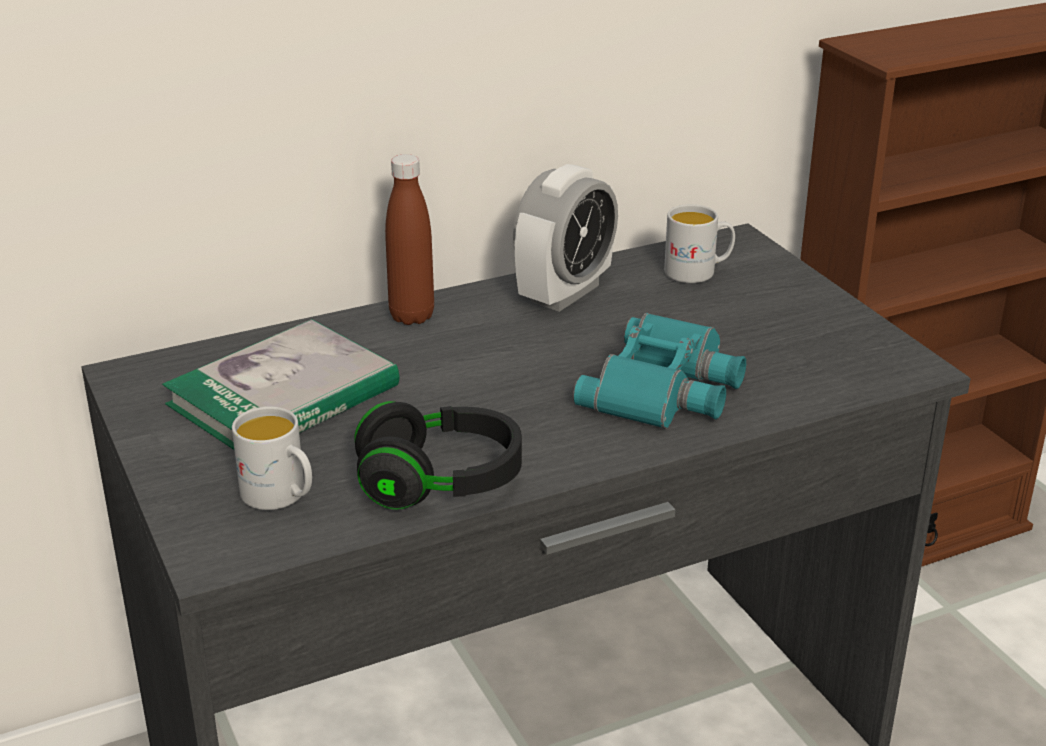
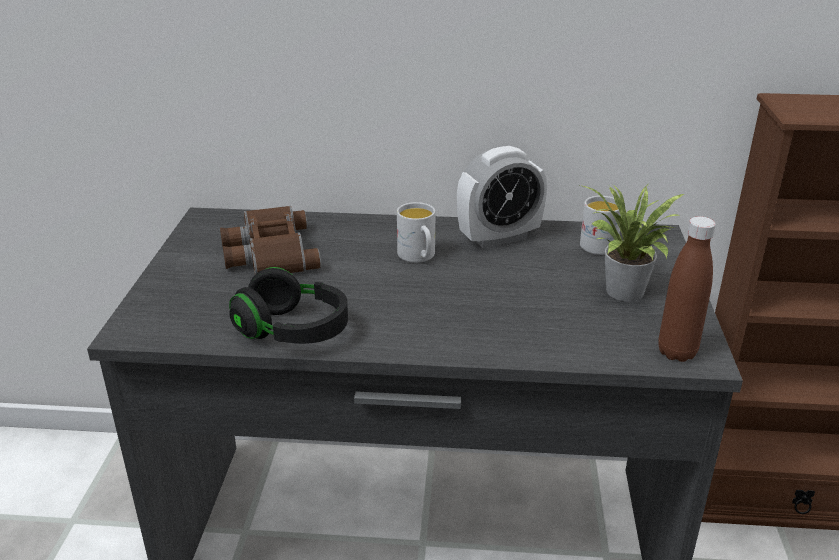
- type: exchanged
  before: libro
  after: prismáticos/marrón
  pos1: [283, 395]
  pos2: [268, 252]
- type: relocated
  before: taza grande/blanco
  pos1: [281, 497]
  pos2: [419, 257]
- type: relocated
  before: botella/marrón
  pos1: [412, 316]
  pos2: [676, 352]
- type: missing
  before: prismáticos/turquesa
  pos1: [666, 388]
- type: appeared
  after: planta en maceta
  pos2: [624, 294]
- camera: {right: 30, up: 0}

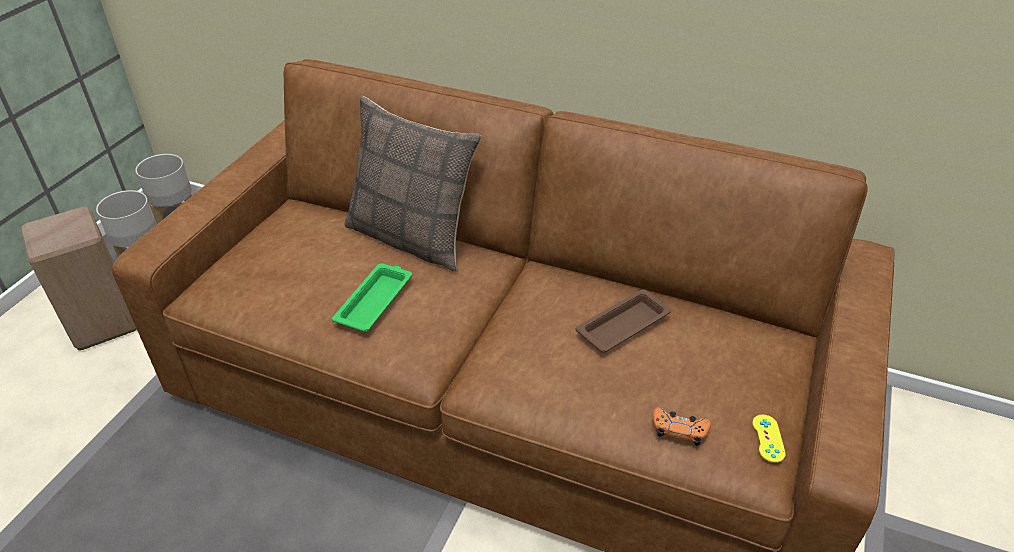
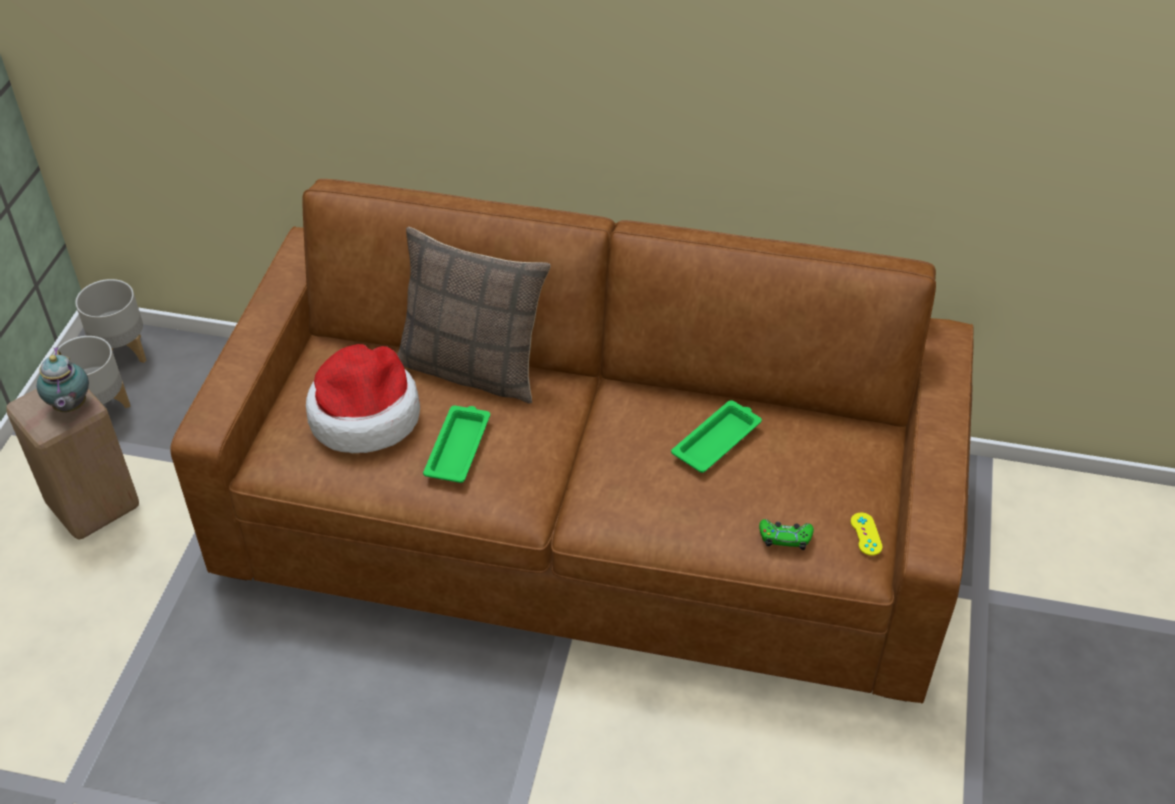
- type: colour
  before: bandeja/marrón
  after: bandeja/verde
  pos1: [624, 325]
  pos2: [717, 440]
- type: colour
  before: mando de consola/naranja
  after: mando de consola/verde
  pos1: [679, 429]
  pos2: [785, 537]
- type: appeared
  after: tetera
  pos2: [70, 407]
- type: appeared
  after: sombrero
  pos2: [364, 415]
- camera: {right: -10, up: 5}

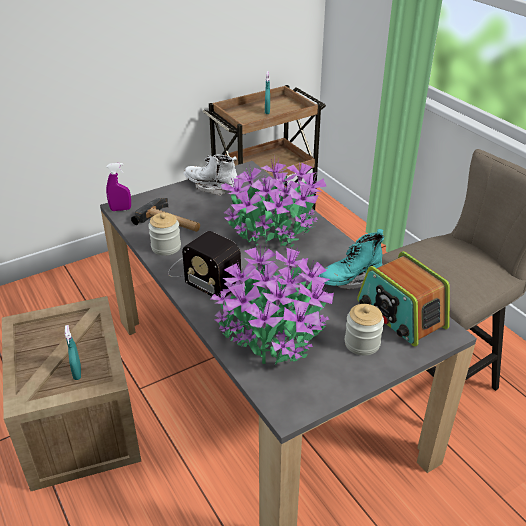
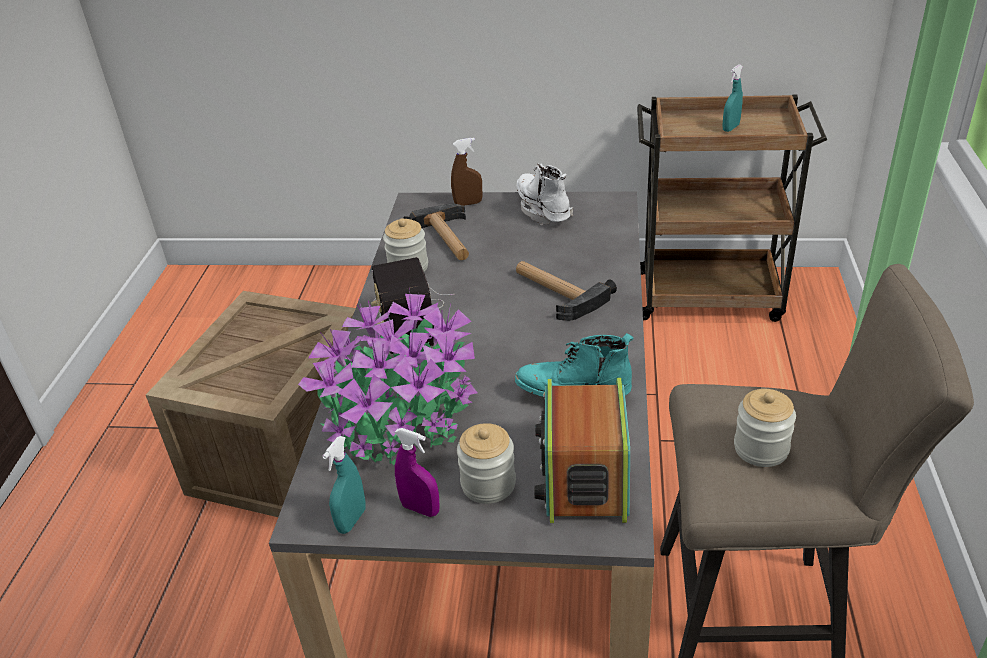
- type: relocated
  before: pulverizador/turquesa
  pos1: [77, 372]
  pos2: [351, 520]
- type: relocated
  before: pulverizador/morado
  pos1: [121, 209]
  pos2: [420, 509]
- type: exchanged
  before: planta en maceta
  after: martillo
  pos1: [274, 229]
  pos2: [556, 292]
- type: appeared
  after: pulverizador/marrón
  pos2: [468, 203]
- type: appeared
  after: tarro
  pos2: [761, 449]
- camera: {right: 40, up: 0}

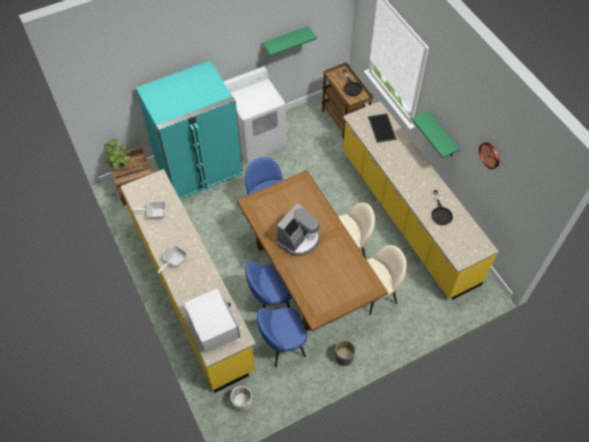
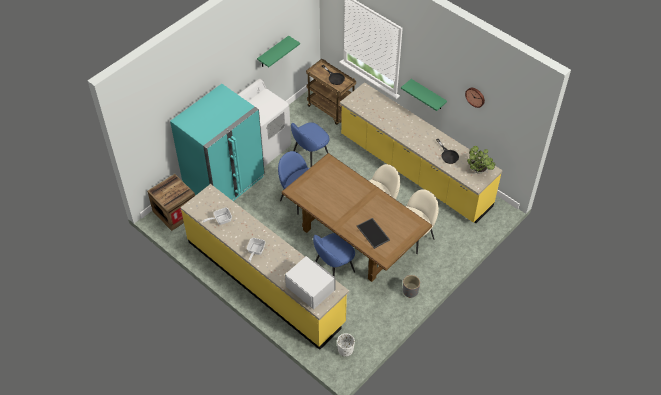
- type: relocated
  before: planta en maceta
  pos1: [120, 167]
  pos2: [479, 171]
- type: relocated
  before: silla/azul
  pos1: [282, 345]
  pos2: [310, 155]
- type: missing
  before: cafetera
  pos1: [299, 239]
- type: relocated
  before: bandeja
  pos1: [382, 128]
  pos2: [373, 233]
- camera: {right: -20, up: -5}

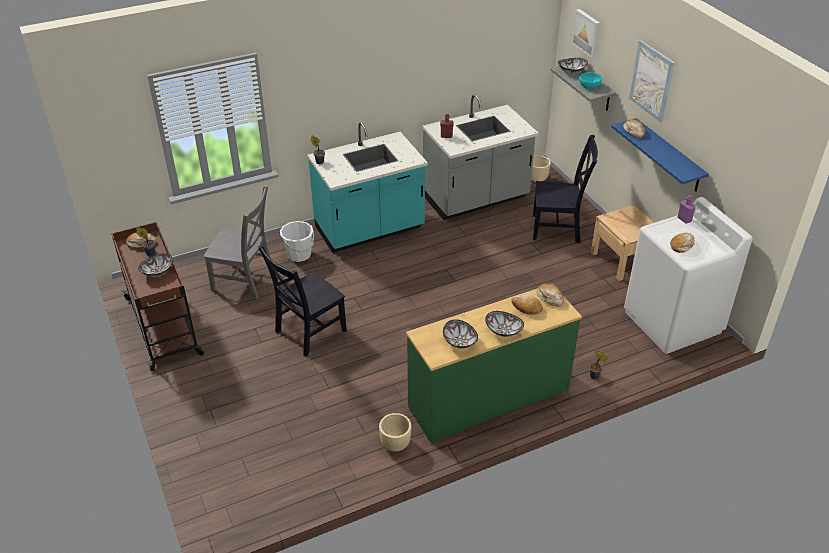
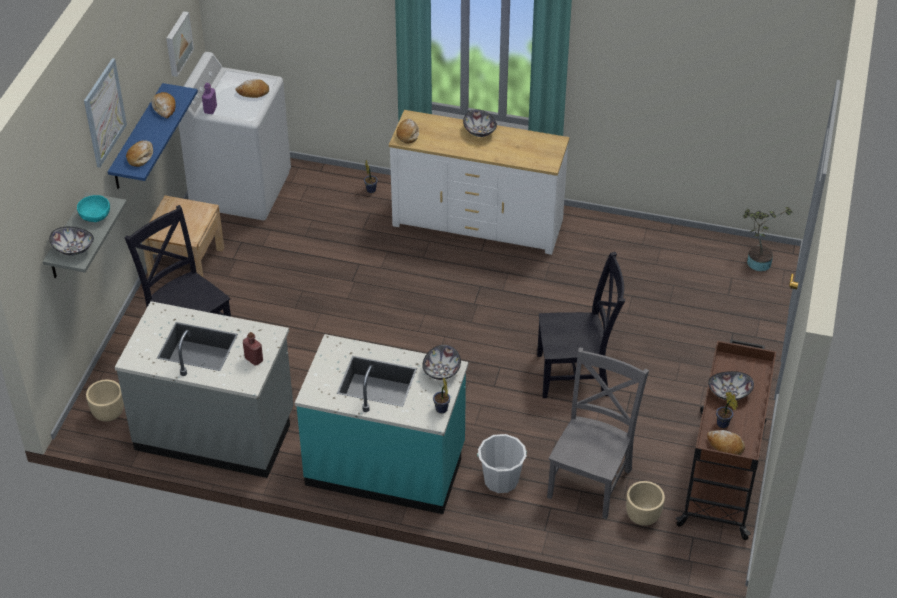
- type: spun
  before: silla/gris
  pos1: [245, 281]
  pos2: [591, 480]
  turn: 60
- type: relocated
  before: maceta/beis
  pos1: [395, 444]
  pos2: [643, 516]
- type: colour
  before: cómoda/verde
  after: cómoda/blanco
  pos1: [489, 399]
  pos2: [478, 223]
- type: relocated
  before: cuenco
  pos1: [459, 342]
  pos2: [442, 371]
- type: relocated
  before: pan
  pos1: [526, 308]
  pos2: [164, 108]
- type: relocated
  before: cuadro
  pos1: [587, 32]
  pos2: [177, 43]
- type: appeared
  after: planta en maceta
  pos2: [756, 261]
- camera: {right: -140, up: 5}

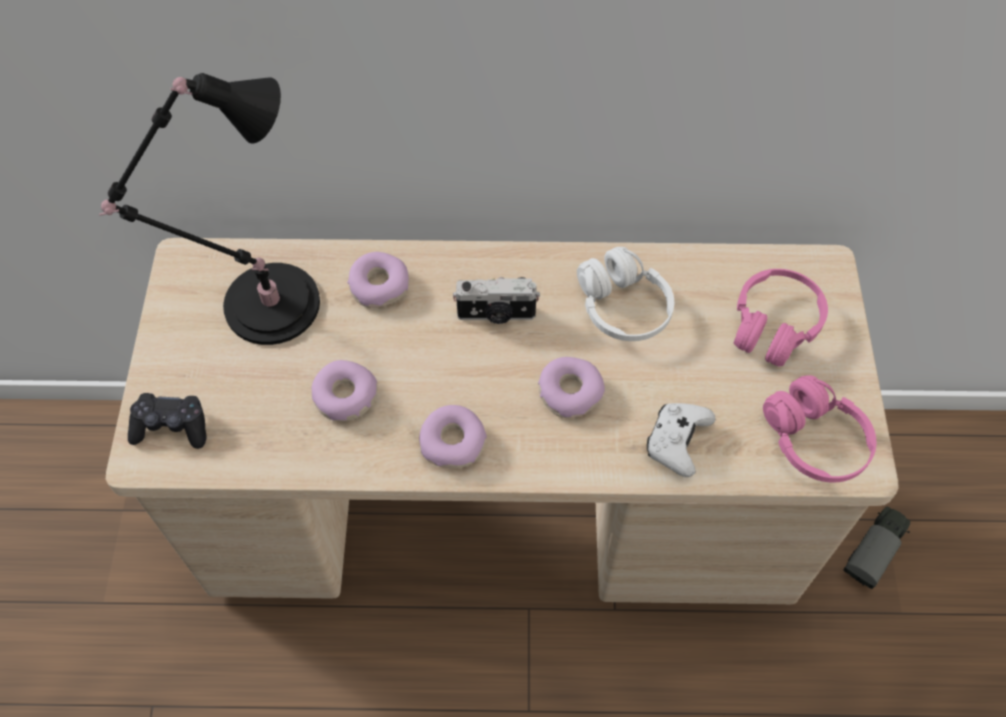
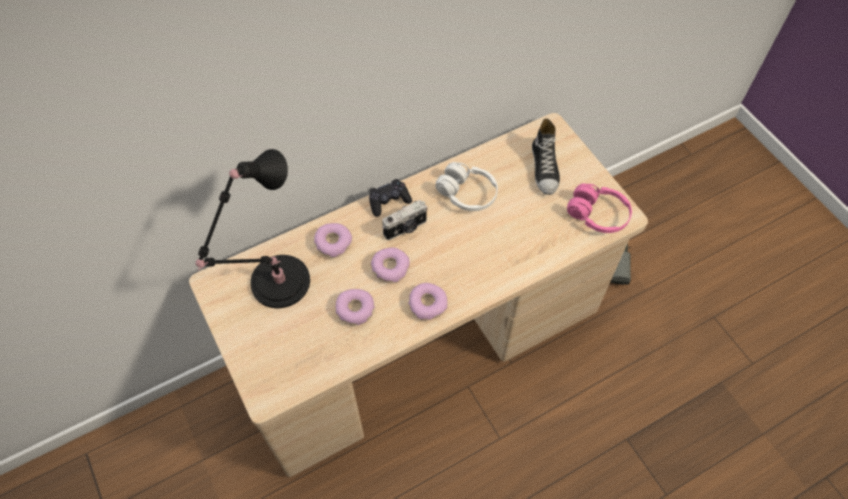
- type: relocated
  before: mando de consola/negro
  pos1: [171, 426]
  pos2: [389, 201]
- type: relocated
  before: rosquilla
  pos1: [570, 392]
  pos2: [390, 268]
- type: missing
  before: mando de consola/blanco
  pos1: [676, 442]
- type: exchanged
  before: auriculares/rosa
  after: zapato
  pos1: [774, 325]
  pos2: [545, 168]
- camera: {right: -30, up: 0}

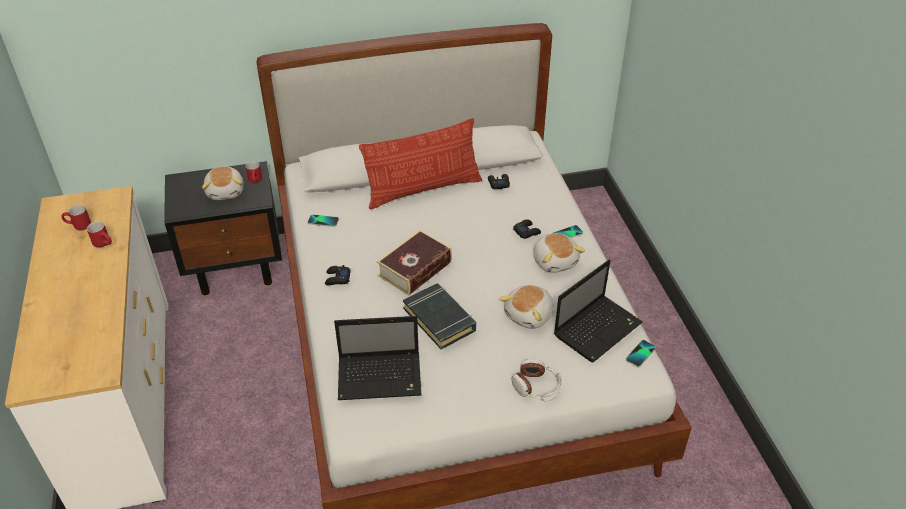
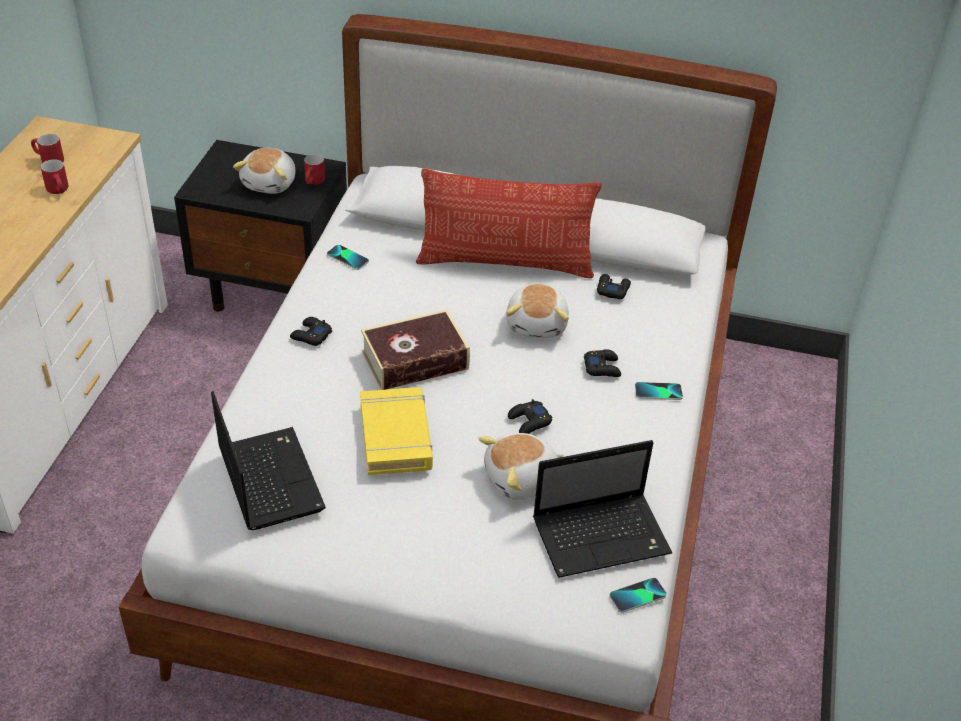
- type: spun
  before: portátil
  pos1: [381, 377]
  pos2: [268, 478]
  turn: -135
- type: colour
  before: libro/negro
  after: libro/amarillo
  pos1: [440, 319]
  pos2: [396, 436]
- type: missing
  before: auriculares
  pos1: [536, 387]
- type: relocated
  before: peluche
  pos1: [555, 261]
  pos2: [538, 324]
- type: appeared
  after: mando de consola/negro
  pos2: [529, 421]
- camera: {right: 25, up: 0}

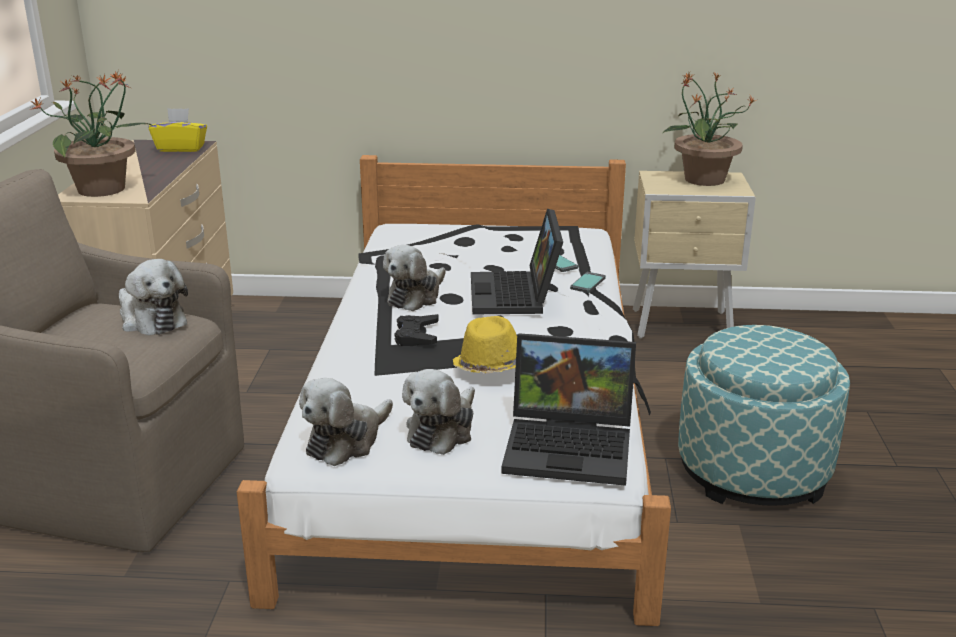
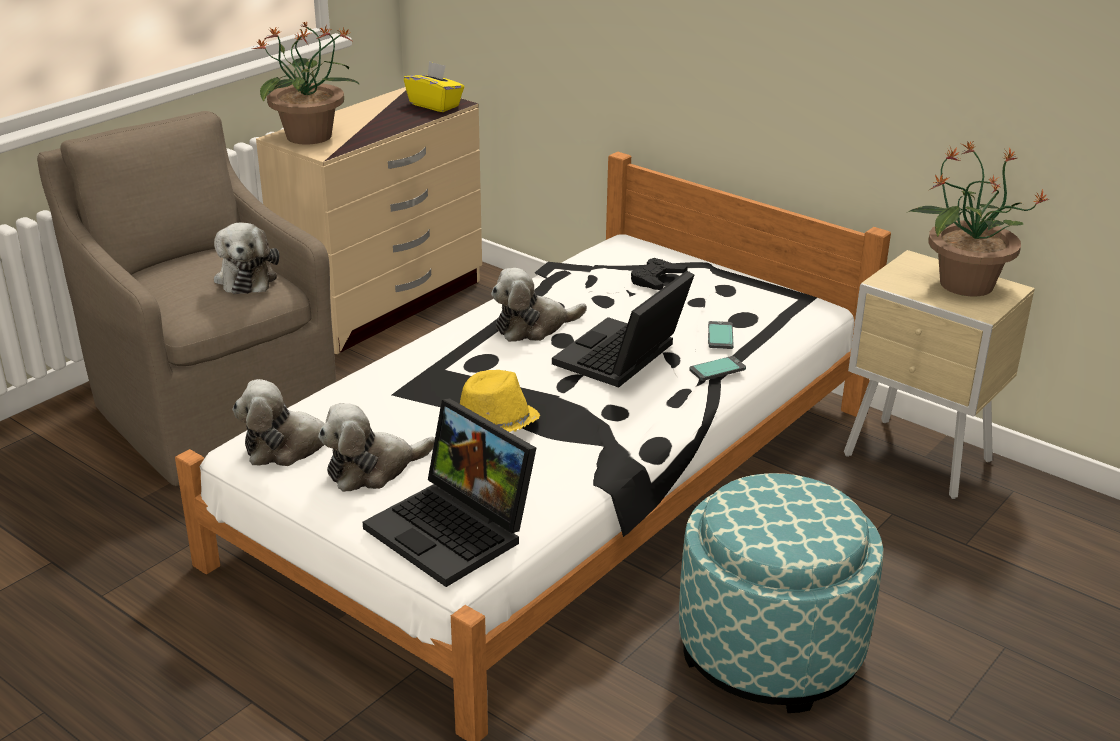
- type: relocated
  before: mando de consola/negro
  pos1: [416, 335]
  pos2: [656, 279]
- camera: {right: 35, up: 5}

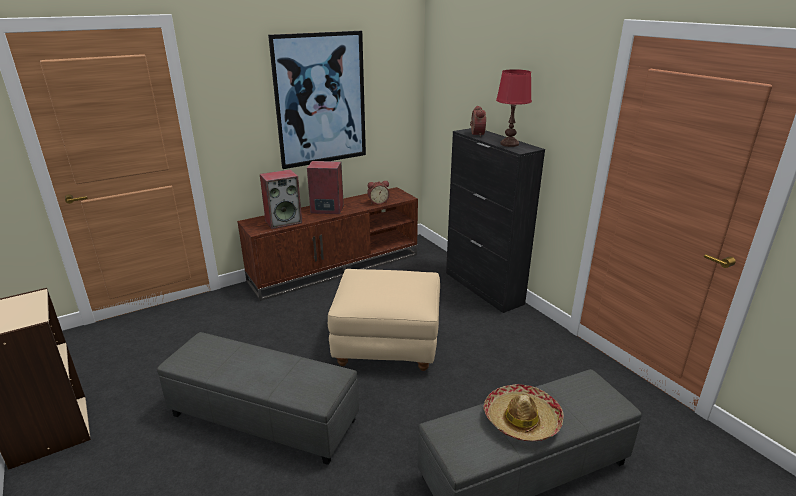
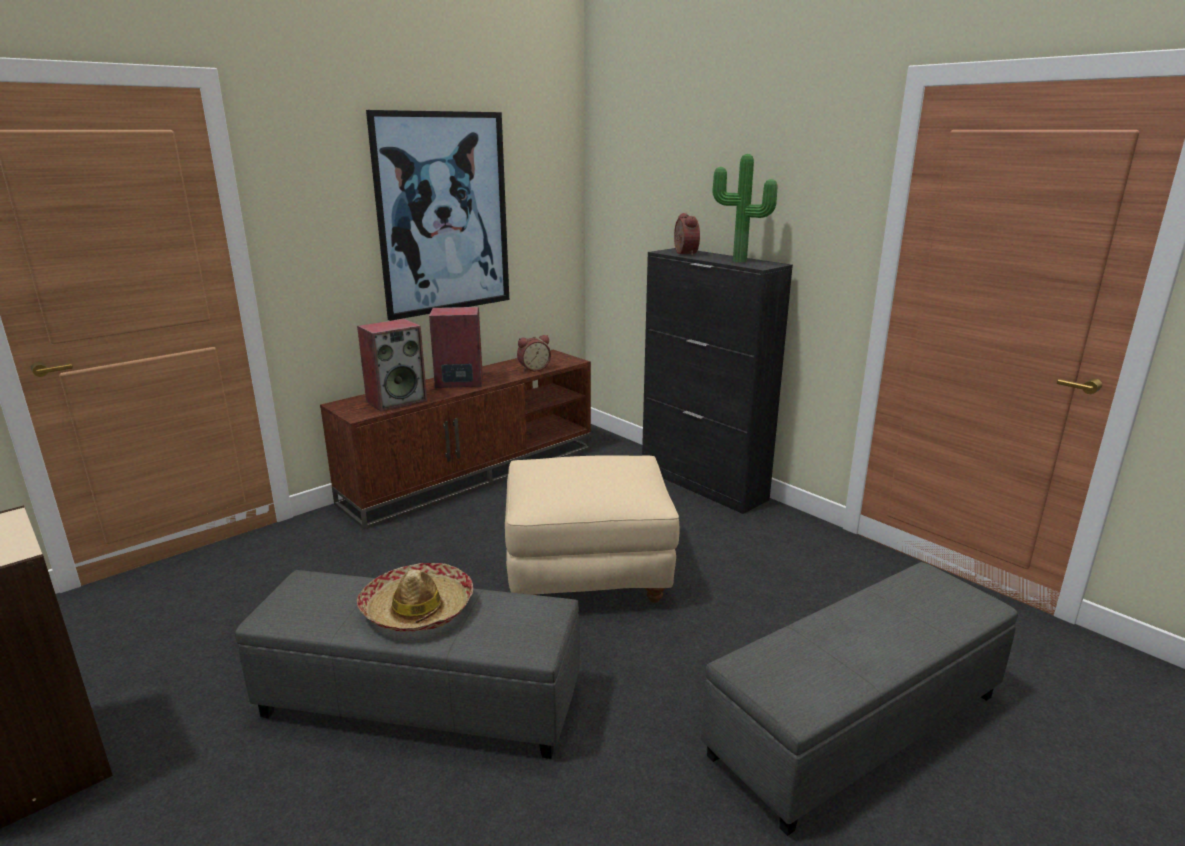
- type: relocated
  before: sombrero
  pos1: [522, 420]
  pos2: [418, 609]
- type: exchanged
  before: lámpara de mesa/rojo
  after: planta en maceta
  pos1: [509, 144]
  pos2: [739, 261]
- camera: {right: -10, up: -5}

